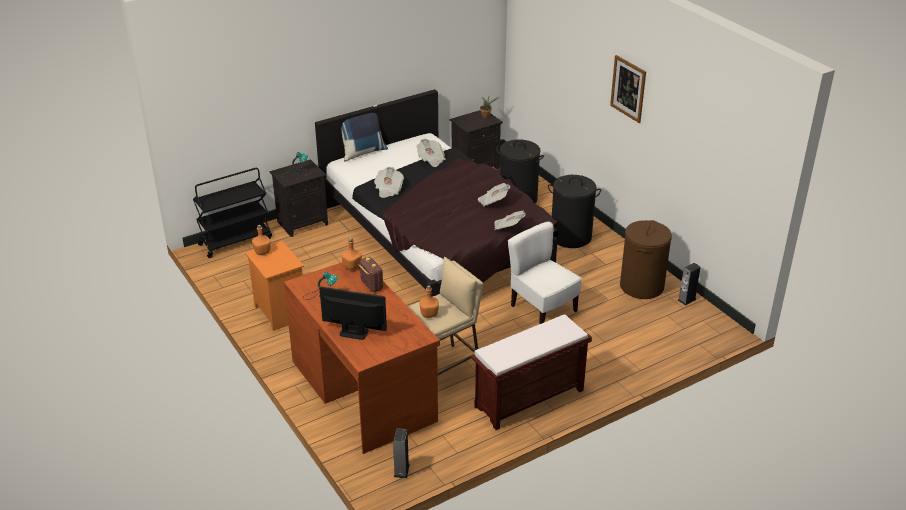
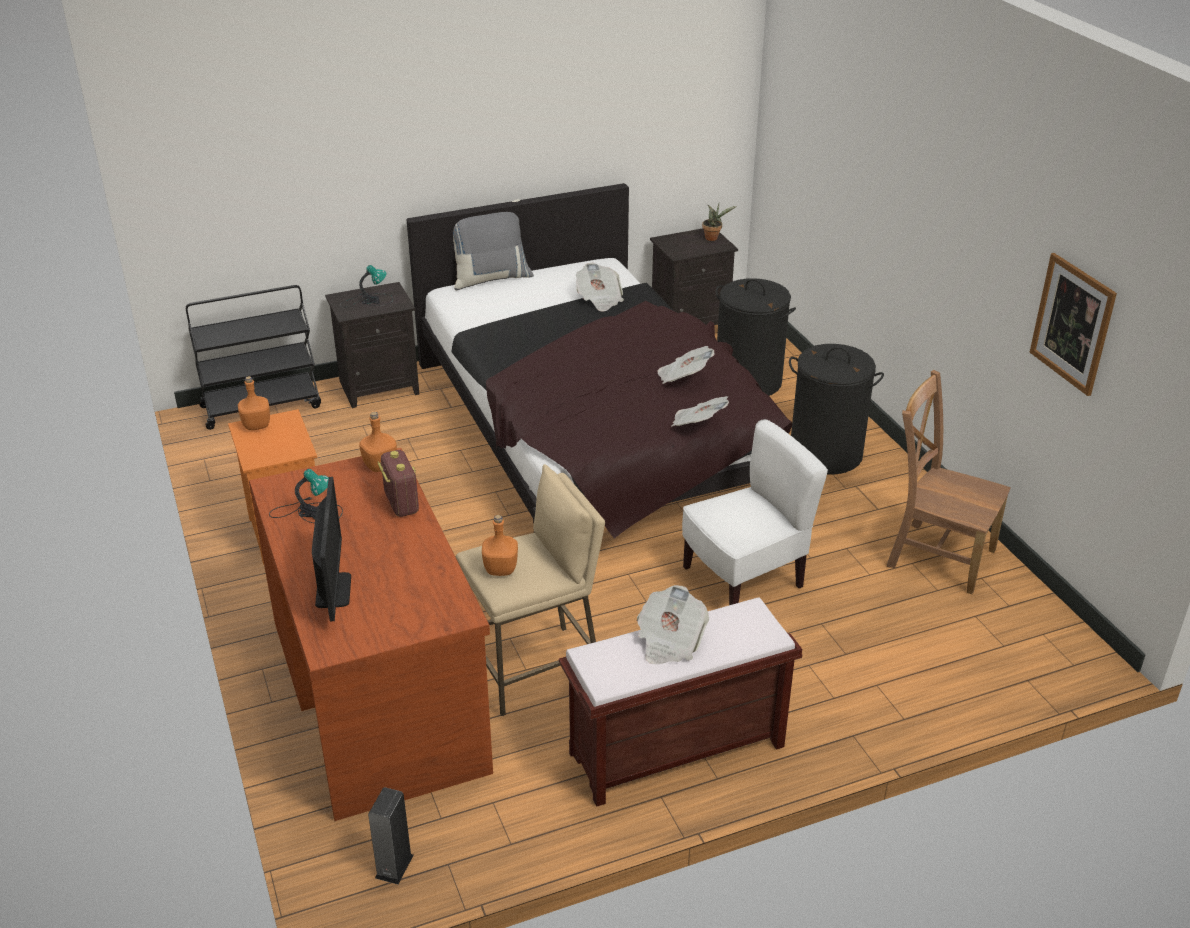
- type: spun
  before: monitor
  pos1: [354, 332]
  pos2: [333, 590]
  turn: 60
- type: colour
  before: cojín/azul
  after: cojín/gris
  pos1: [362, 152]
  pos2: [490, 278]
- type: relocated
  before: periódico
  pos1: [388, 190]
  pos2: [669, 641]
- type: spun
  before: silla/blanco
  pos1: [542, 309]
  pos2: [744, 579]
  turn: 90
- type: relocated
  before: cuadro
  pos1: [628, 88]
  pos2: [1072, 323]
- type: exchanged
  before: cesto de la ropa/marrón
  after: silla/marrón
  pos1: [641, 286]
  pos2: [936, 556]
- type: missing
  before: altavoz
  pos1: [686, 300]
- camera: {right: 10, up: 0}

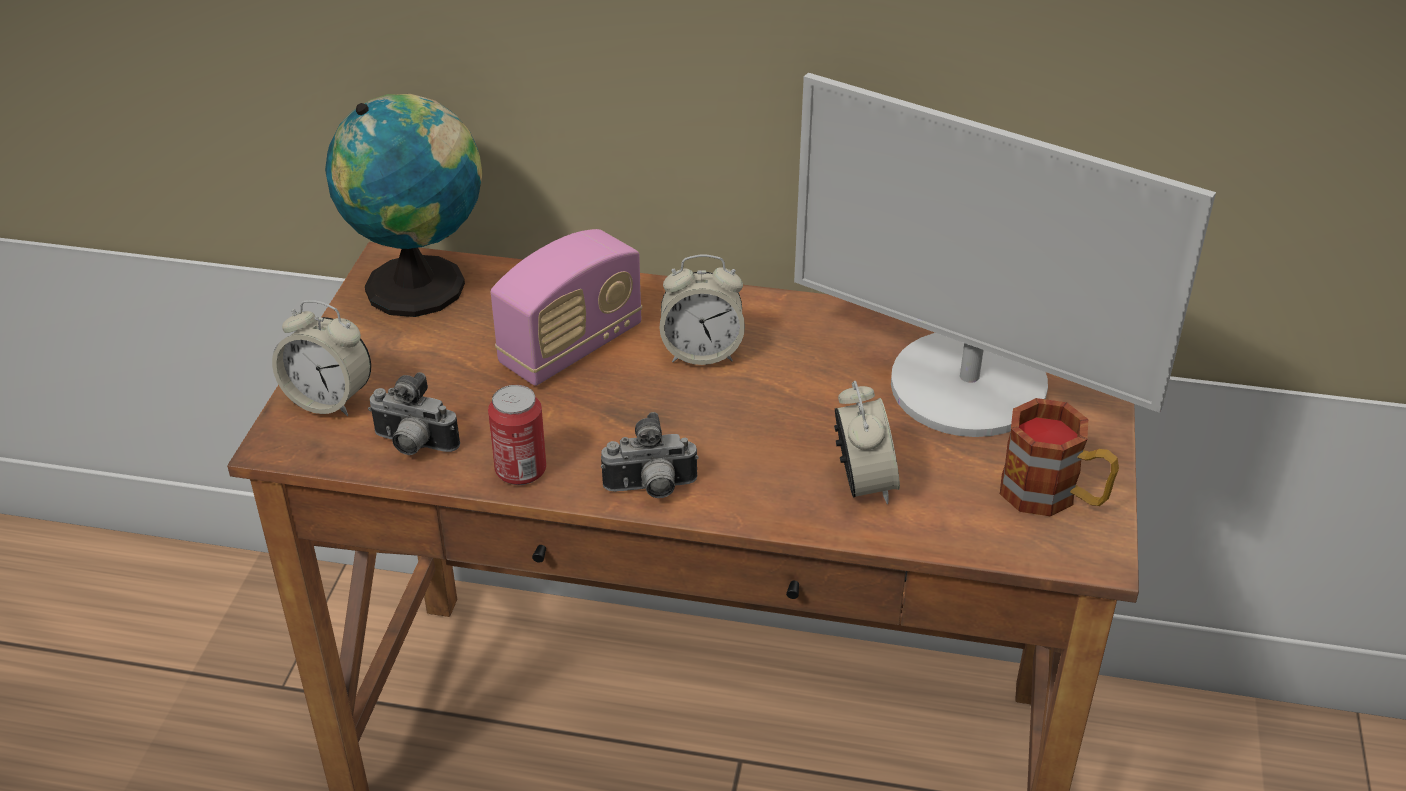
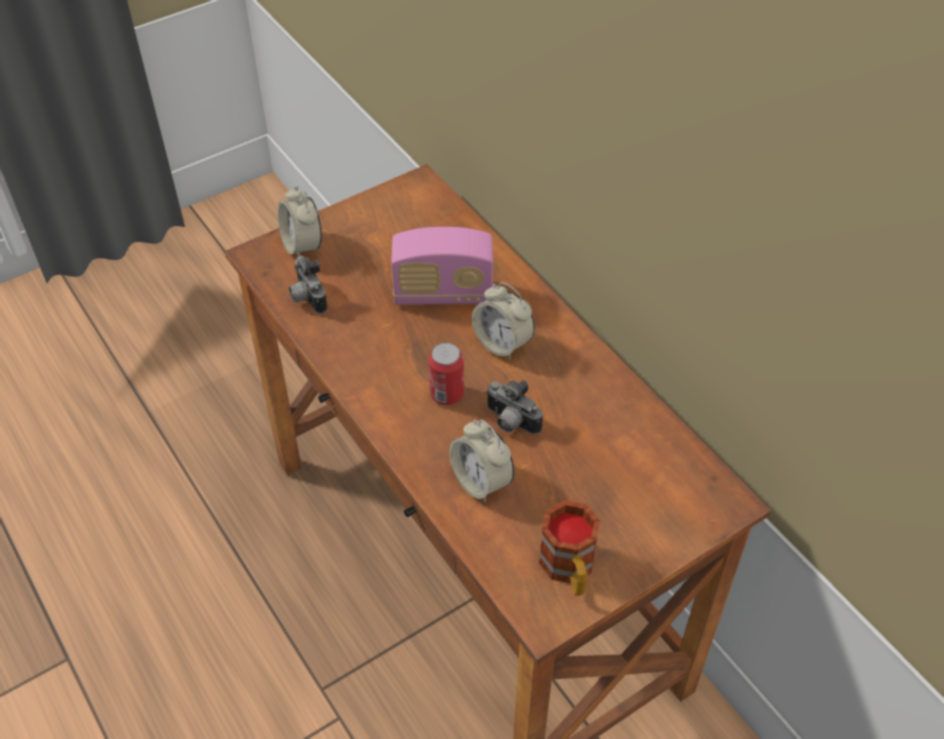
- type: missing
  before: globo terráqueo
  pos1: [423, 286]
- type: relocated
  before: lata
  pos1: [521, 471]
  pos2: [446, 394]
- type: relocated
  before: cámara
  pos1: [651, 489]
  pos2: [510, 422]
- type: missing
  before: monitor
  pos1: [968, 386]
- type: spun
  before: despertador
  pos1: [863, 483]
  pos2: [481, 481]
  turn: 105
- camera: {right: 45, up: 10}

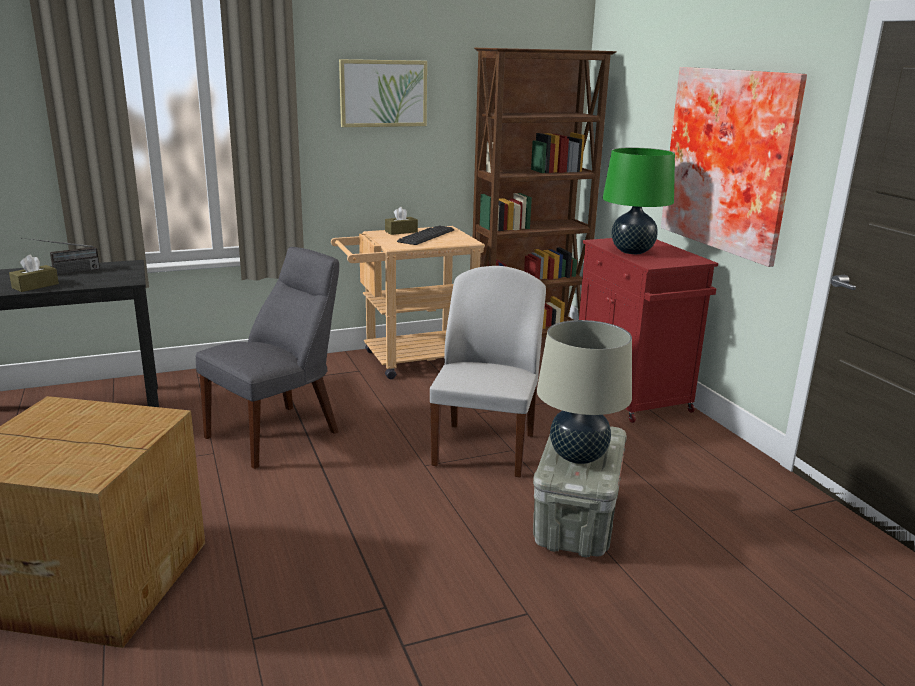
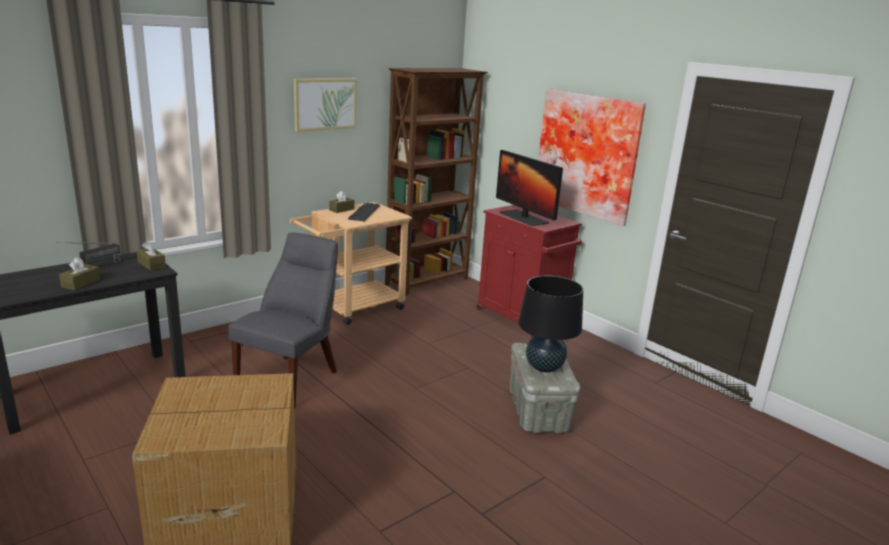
- type: missing
  before: silla/blanco
  pos1: [485, 448]
- type: colour
  before: lámpara de mesa/beis
  after: lámpara de mesa/negro
  pos1: [578, 456]
  pos2: [544, 367]
- type: exchanged
  before: lámpara de mesa/verde
  after: monitor
  pos1: [632, 251]
  pos2: [523, 218]
- type: appeared
  after: caja de pañuelos/marrón
  pos2: [151, 264]
- camera: {right: -20, up: 0}

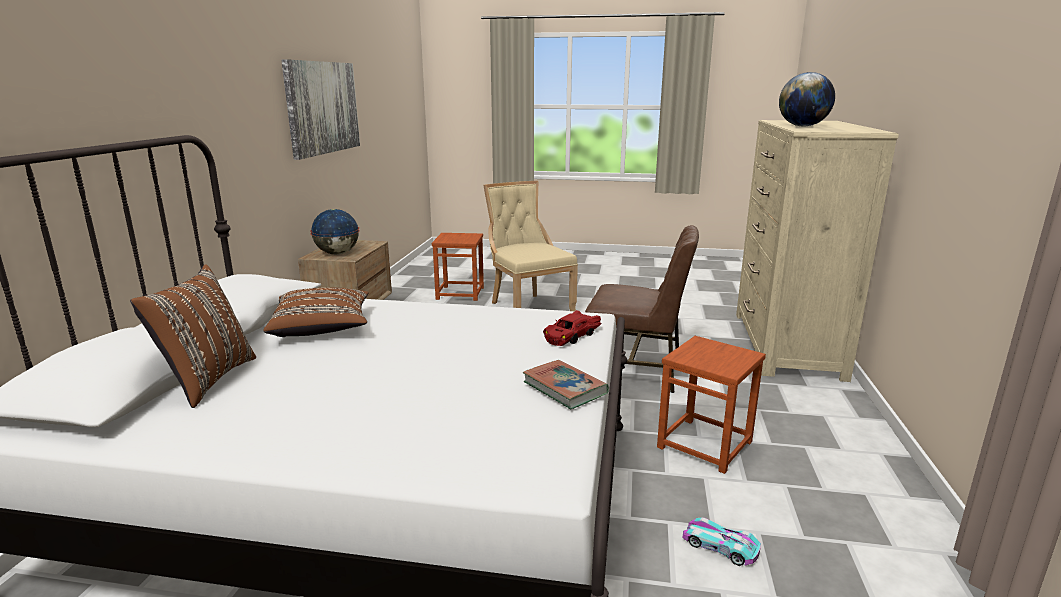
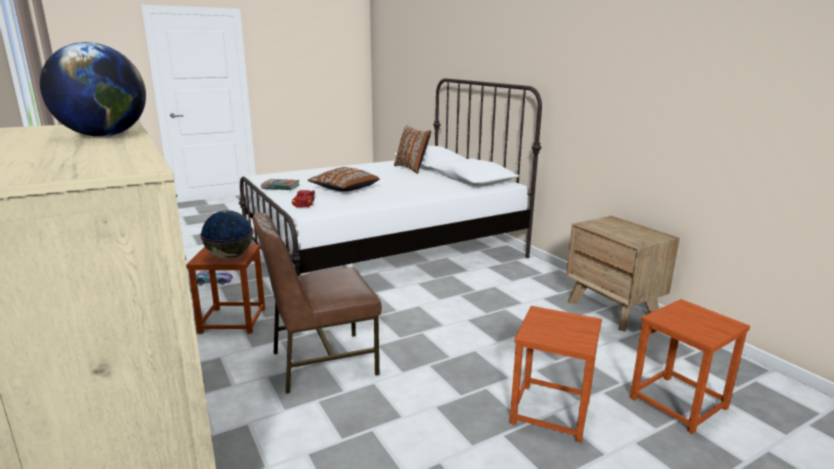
- type: relocated
  before: cojín/marrón
  pos1: [322, 328]
  pos2: [344, 190]
- type: missing
  before: cuadro
  pos1: [323, 107]
- type: relocated
  before: globo terráqueo
  pos1: [337, 253]
  pos2: [230, 257]
- type: exchanged
  before: silla/beis
  after: taburete/marrón
  pos1: [528, 308]
  pos2: [551, 412]
- camera: {right: 140, up: 0}

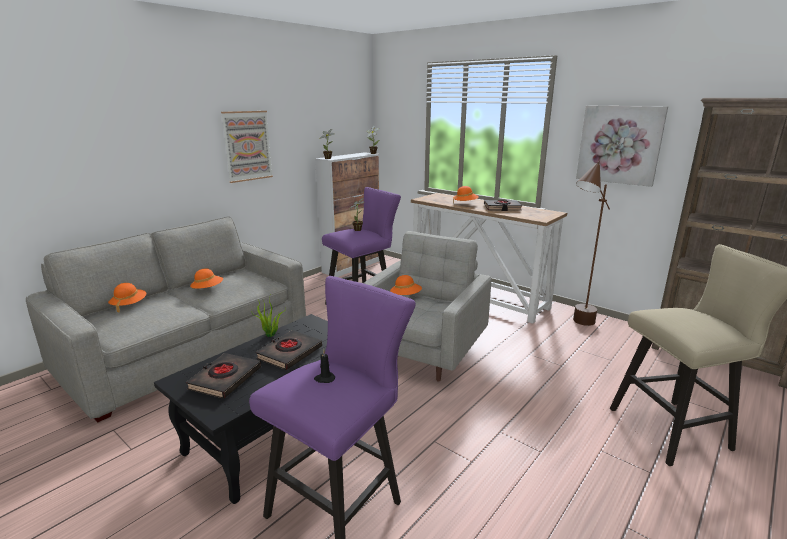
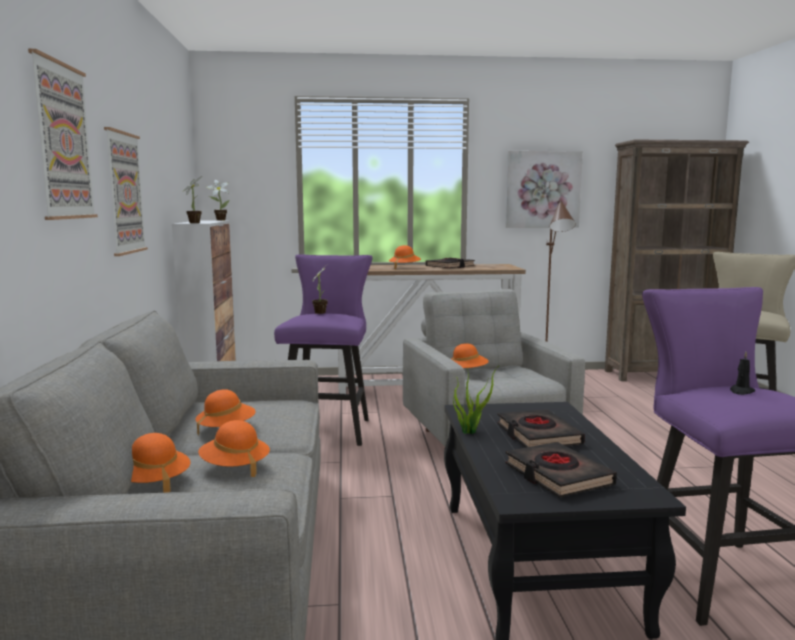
- type: appeared
  after: cuadro
  pos2: [63, 141]
- type: appeared
  after: sombrero/naranja
  pos2: [235, 467]
- camera: {right: -45, up: -10}

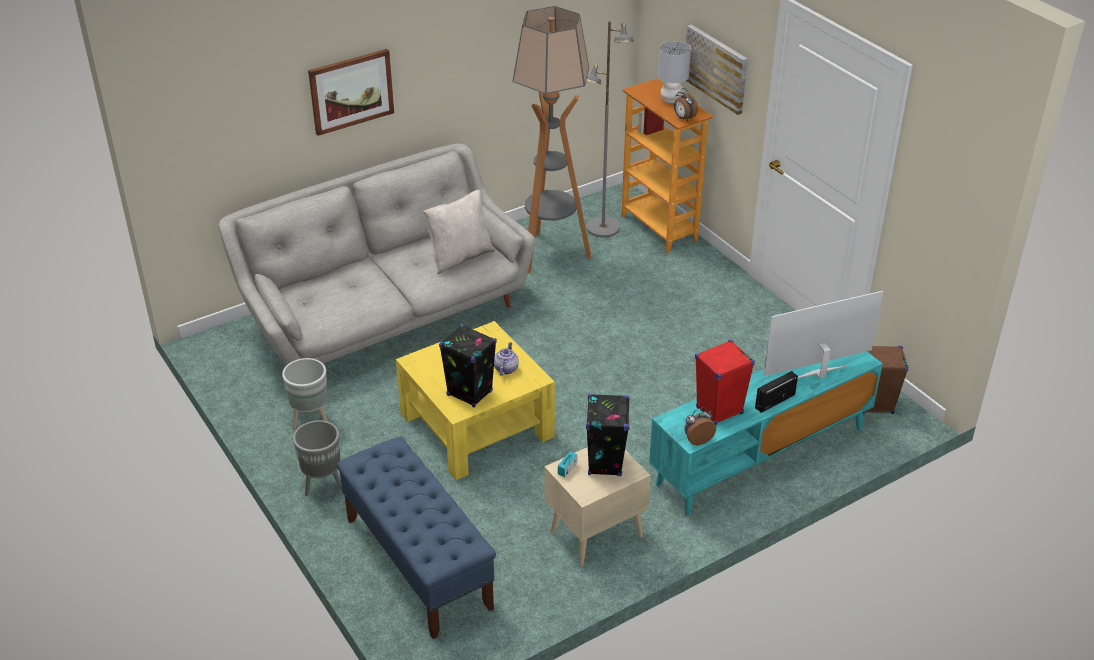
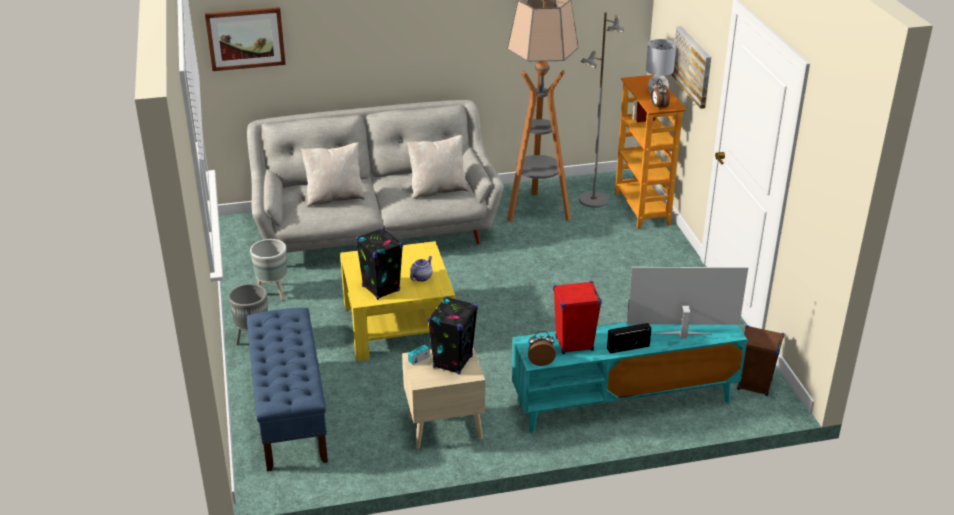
- type: relocated
  before: cuadro
  pos1: [351, 91]
  pos2: [245, 38]
- type: appeared
  after: cojín/beis
  pos2: [335, 197]
- camera: {right: 20, up: -5}

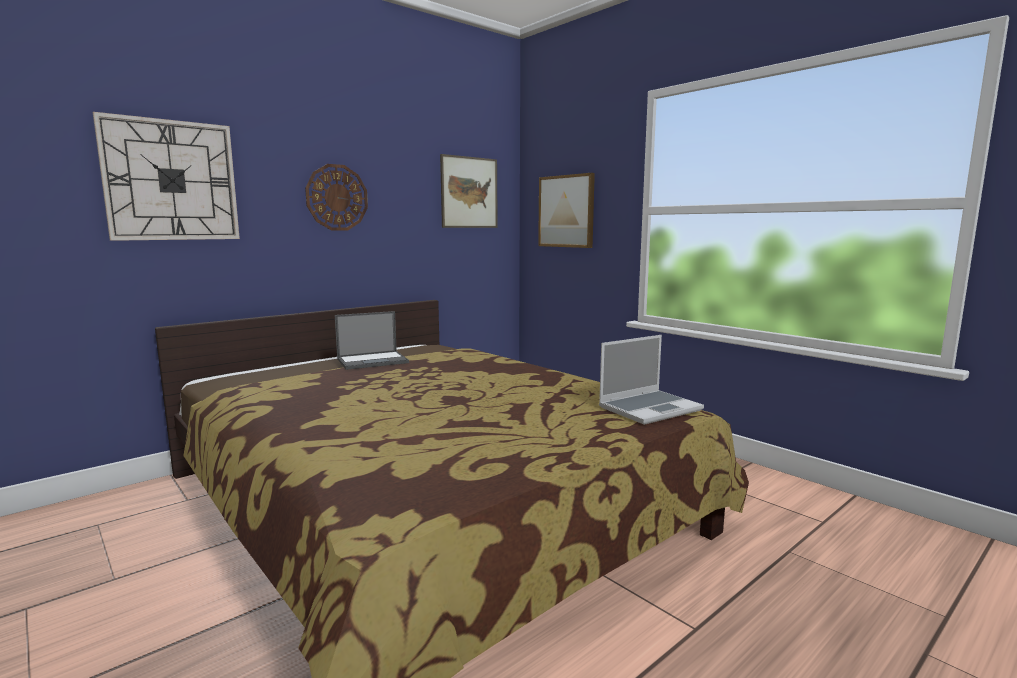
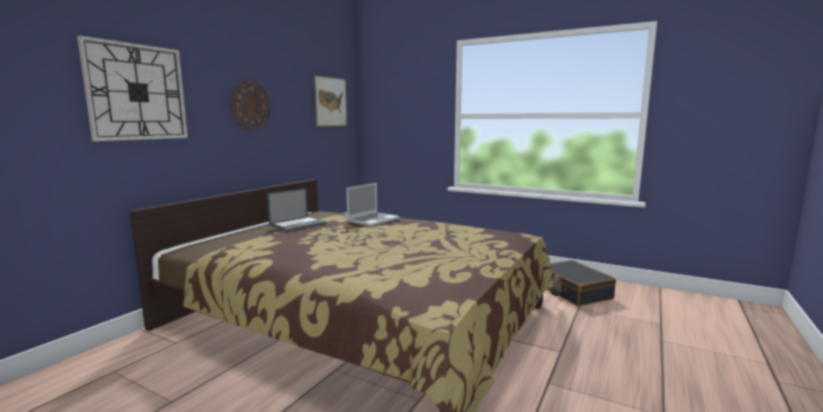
- type: missing
  before: cuadro
  pos1: [566, 211]
- type: relocated
  before: portátil
  pos1: [650, 408]
  pos2: [373, 220]
- type: appeared
  after: maleta/negro
  pos2: [573, 292]
- camera: {right: -20, up: 0}

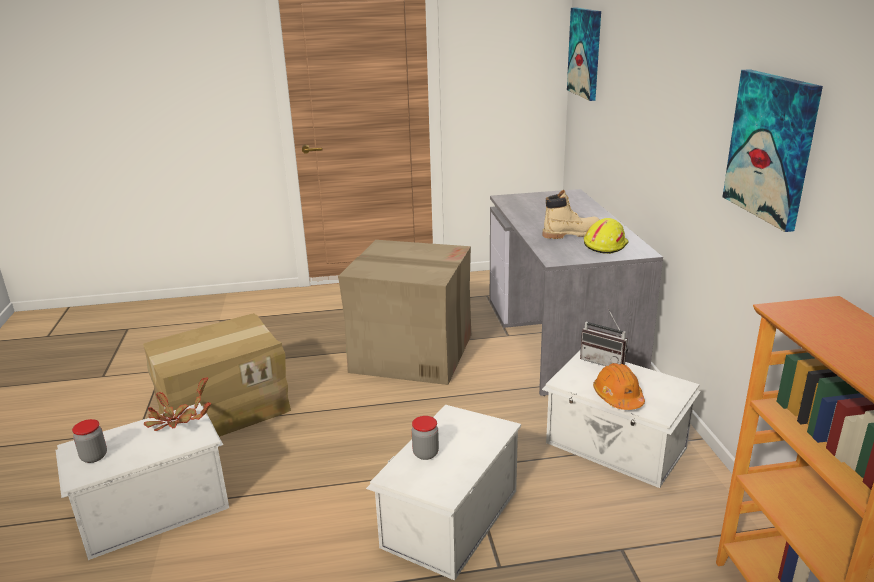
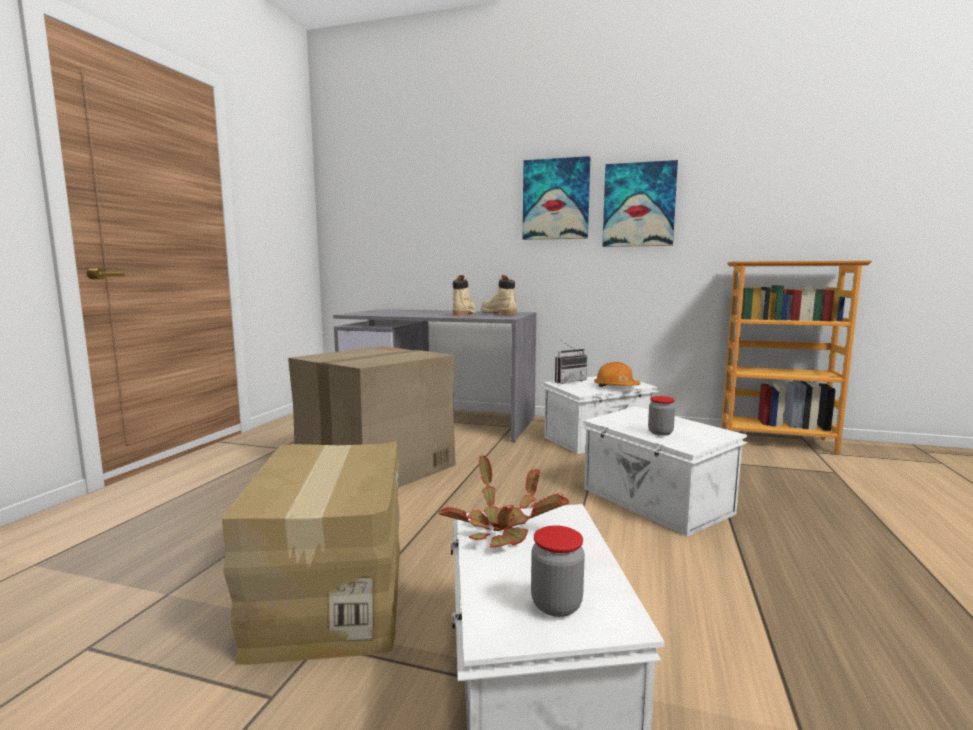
- type: relocated
  before: cuadro
  pos1: [585, 53]
  pos2: [556, 199]
- type: exchanged
  before: casco/amarillo
  after: bota/beis
  pos1: [604, 245]
  pos2: [498, 313]
- camera: {right: -65, up: -15}

